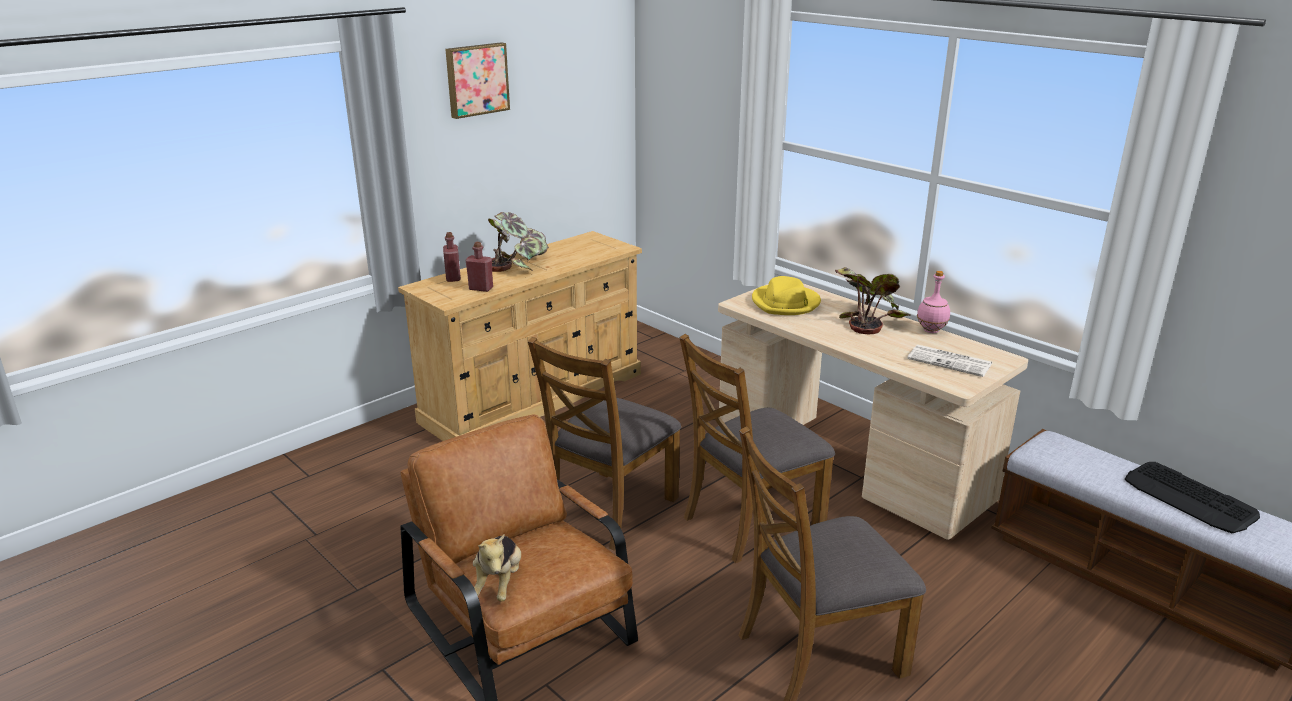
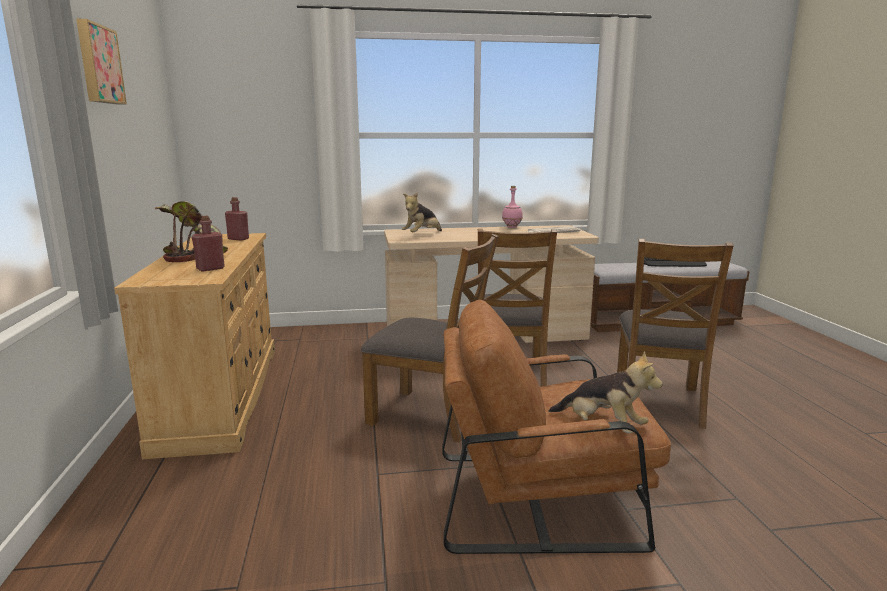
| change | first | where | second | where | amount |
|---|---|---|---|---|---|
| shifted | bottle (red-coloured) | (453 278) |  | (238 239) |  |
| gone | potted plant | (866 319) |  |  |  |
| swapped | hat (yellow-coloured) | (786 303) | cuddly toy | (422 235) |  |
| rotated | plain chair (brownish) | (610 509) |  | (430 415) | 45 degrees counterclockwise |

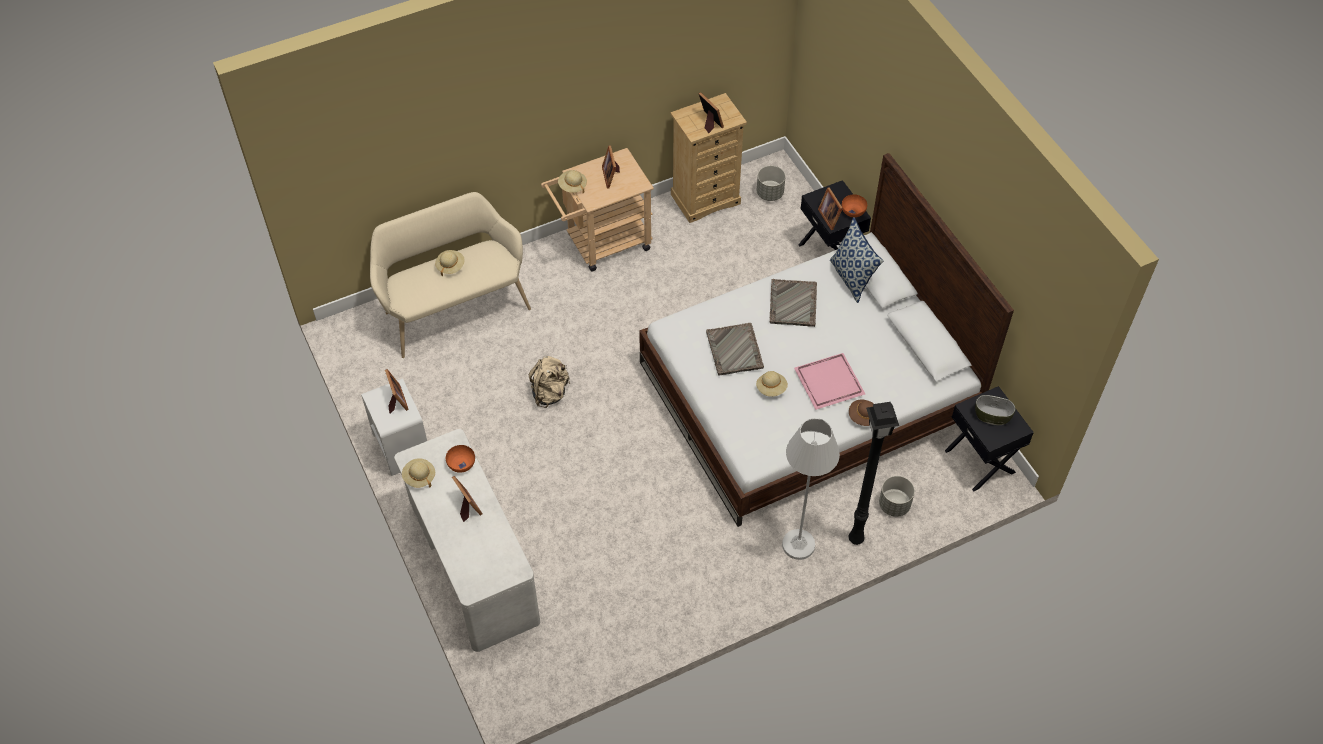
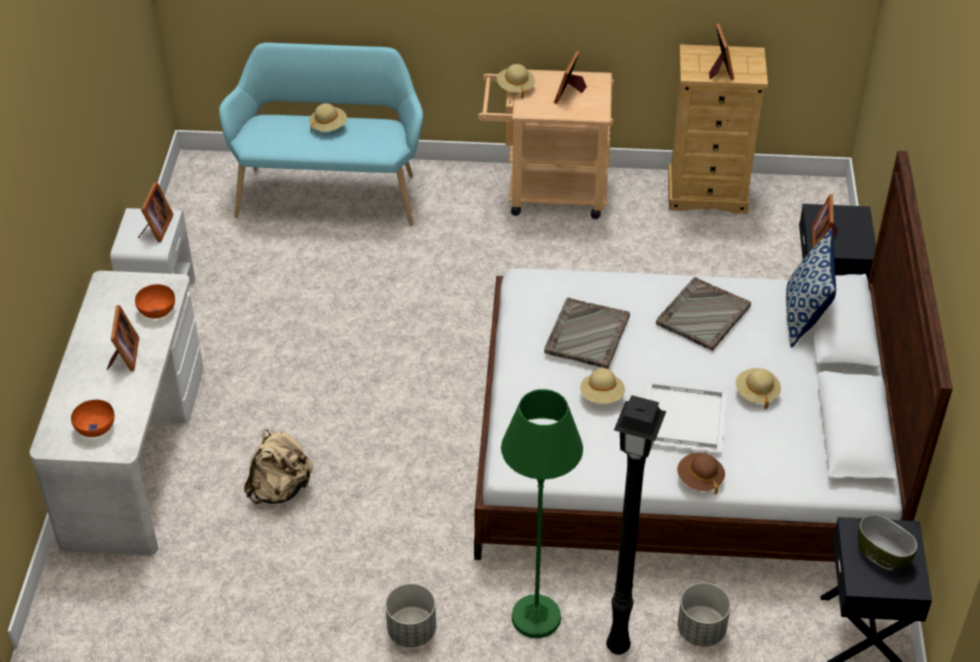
| change | first | where | second | where | amount |
|---|---|---|---|---|---|
| shifted | plant pot (grey) | (770 193) |  | (412 630) |  |
| repainted | indoor bench (beige) | (453 307) | indoor bench (blue-green) | (330 192) |  |
| shifted | bowl (orange) | (853 211) |  | (95 428) |  |
| repainted | tray (pinkish) | (829 381) | tray (white-coloured) | (685 419) |  |
| shifted | knapsack (beige) | (550 393) |  | (280 489) |  |
| repainted | floor lamp (white-coloured) | (798 545) | floor lamp (greenish) | (536 617) |  |
| shifted | hat (beige) | (419 477) |  | (756 393) |  |

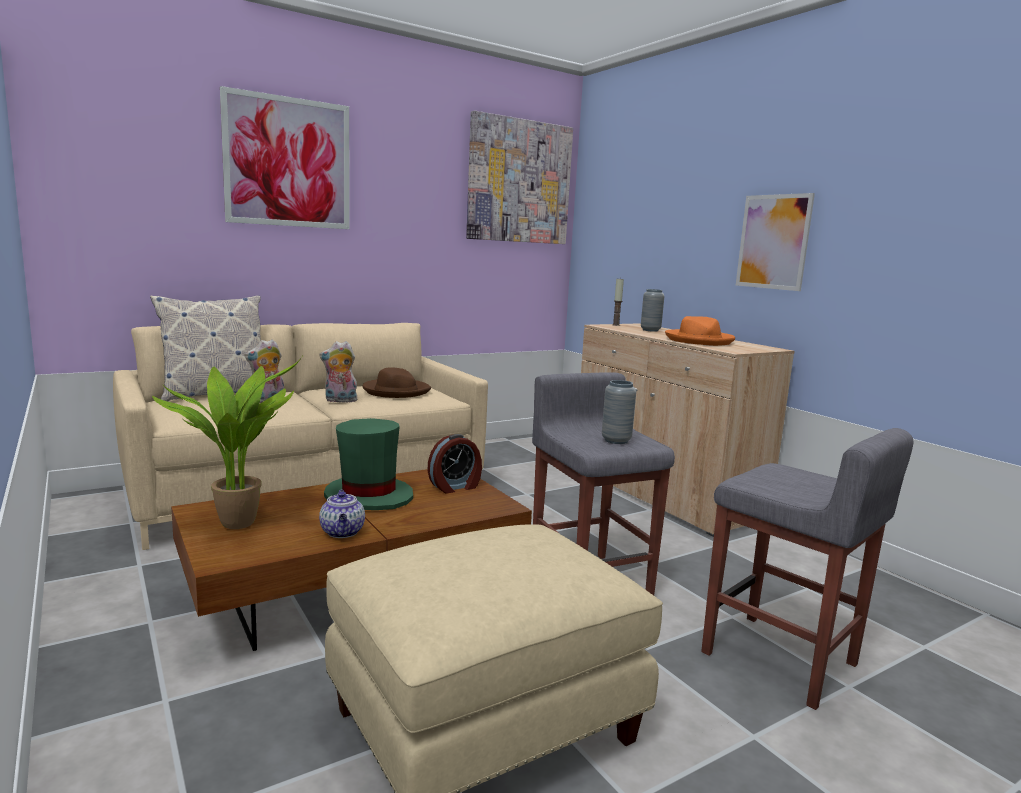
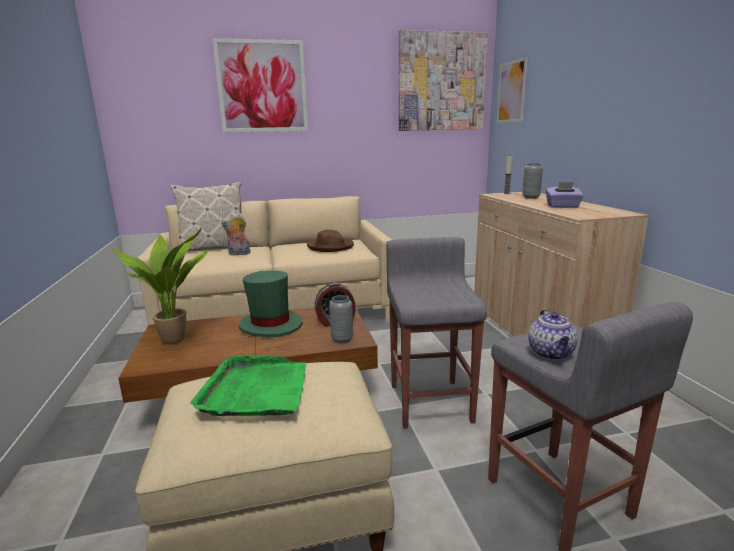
| change | first | where | second | where | amount |
|---|---|---|---|---|---|
| shifted | wall art | (773 242) |  | (511 92) |  |
| swapped | hat (orange) | (699 340) | tissue holder (purplish) | (562 206) |  |
| gone | cuddly toy | (340 401) |  |  |  |
| shifted | vase (grey) | (616 440) |  | (342 339) |  |
| shifted | pot for tea | (343 532) |  | (551 353) |  |
| new |  |  | tray (greenish) | (256 390) |  |

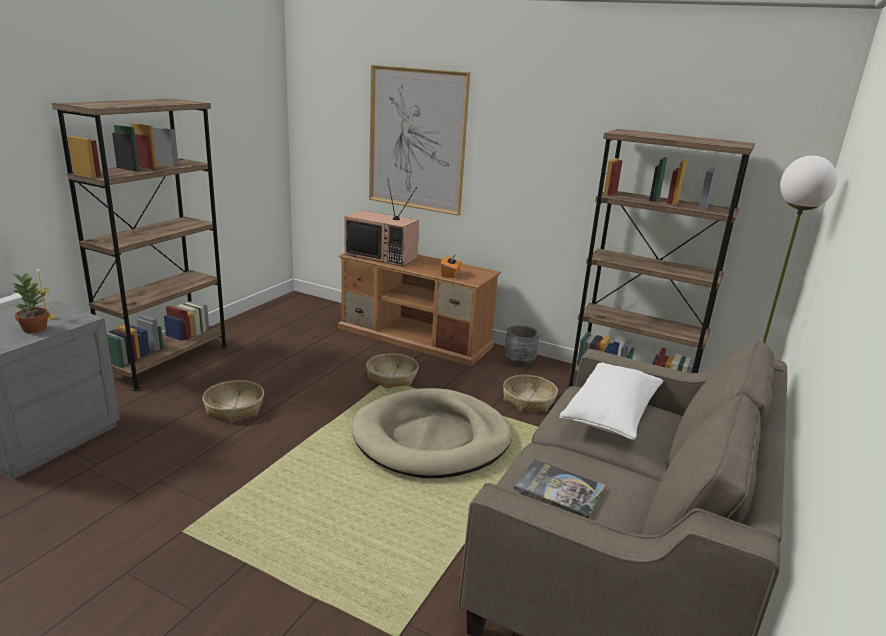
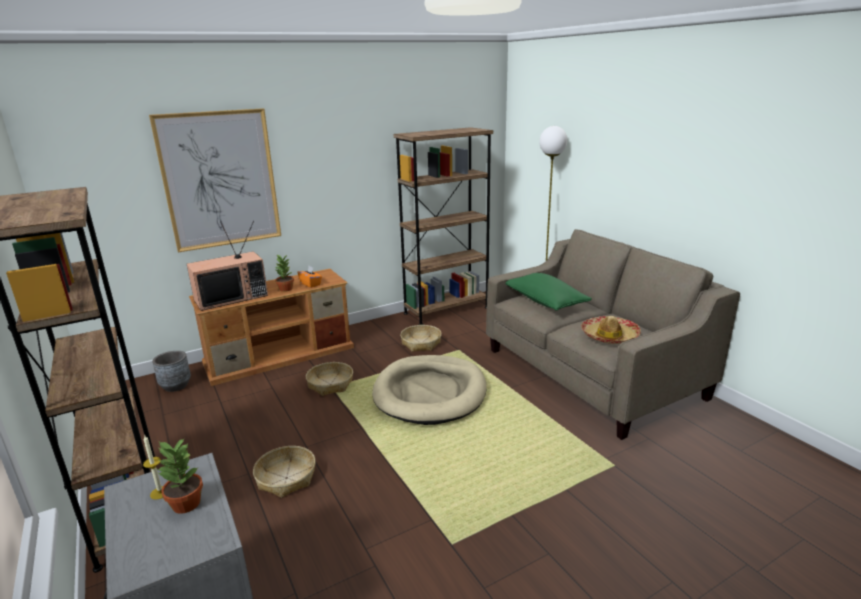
| change | first | where | second | where | amount |
|---|---|---|---|---|---|
| shifted | plant pot (grey) | (519 362) |  | (176 386) |  |
| repainted | throw pillow (white-coloured) | (611 414) | throw pillow (greenish) | (545 302) |  |
| swapped | bound book | (559 489) | hat | (609 336) |  |
| new |  |  | potted plant | (285 289) |  |

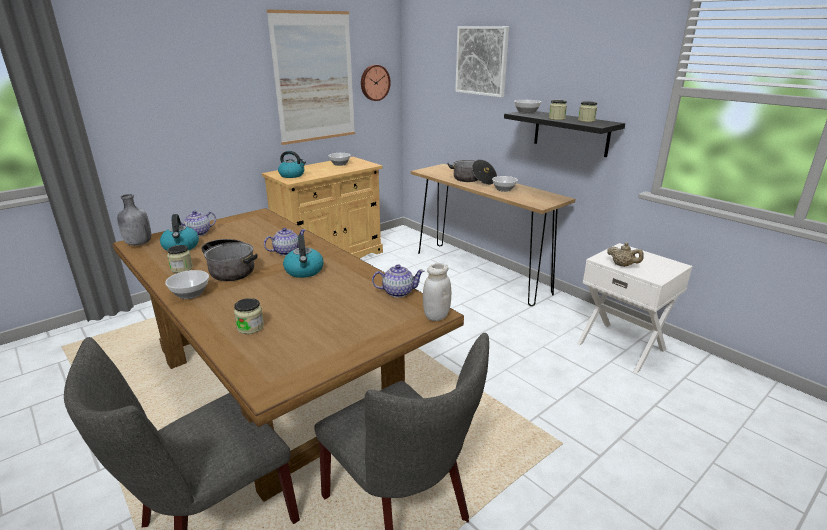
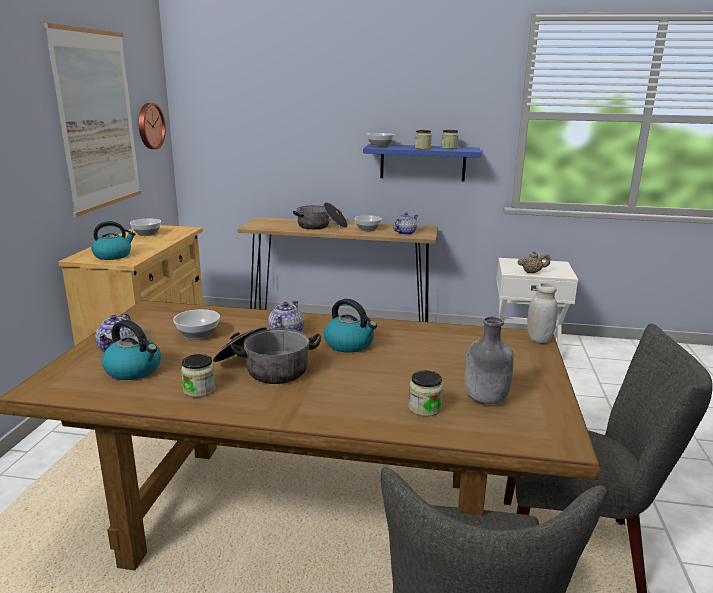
| change | first | where | second | where | amount |
|---|---|---|---|---|---|
| gone | wall art | (482 61) |  |  |  |
| repainted | bracket shelf (black) | (571 133) | bracket shelf (blue-coloured) | (422 162) |  |
| shifted | bottle (grey) | (138 244) |  | (485 399) |  |
| shifted | pot for tea | (398 292) |  | (405 233) |  |
| shifted | bowl | (191 293) |  | (198 334) |  |

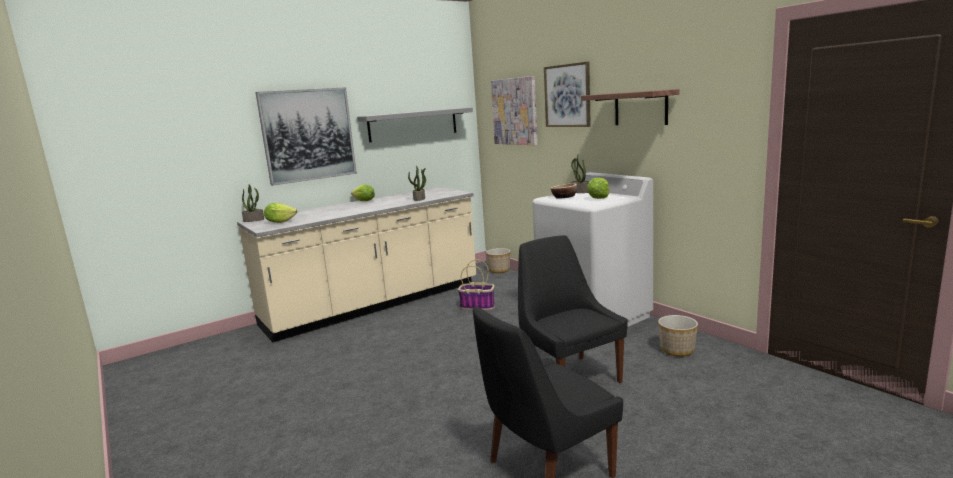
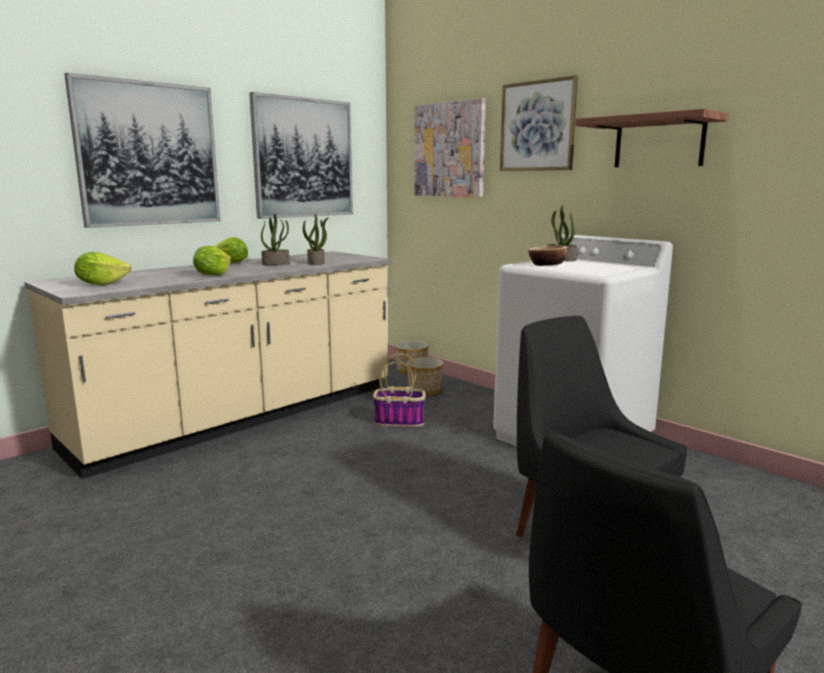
| change | first | where | second | where | amount |
|---|---|---|---|---|---|
| swapped | bracket shelf (grey) | (413 124) | wall art | (303 158) |  |
| shifted | lettuce head | (599 198) |  | (212 275) |  |
| shifted | potted plant | (254 220) |  | (276 264) |  |
| shifted | plant pot | (677 350) |  | (425 391) |  |

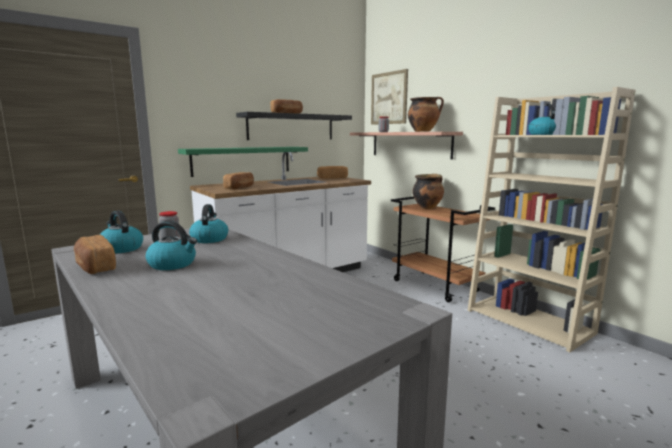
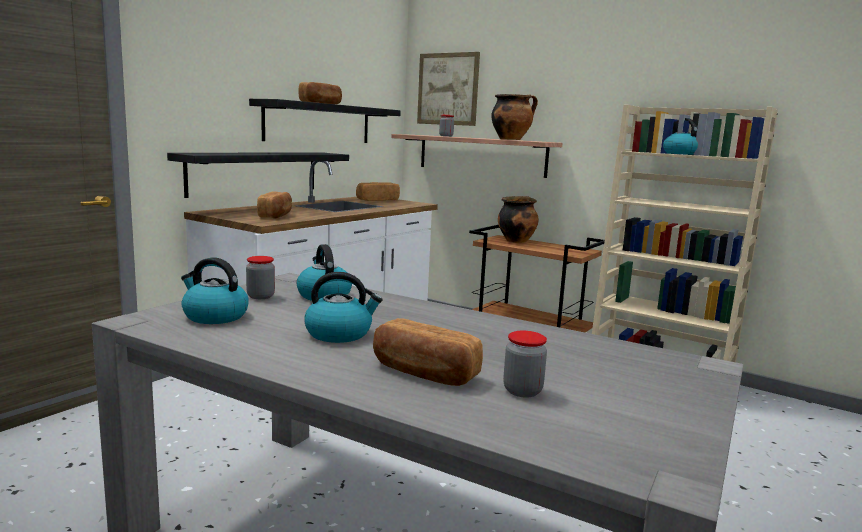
| change | first | where | second | where | amount |
|---|---|---|---|---|---|
| repainted | bracket shelf (greenish) | (242 160) | bracket shelf (black) | (255 172) |  |
| shifted | bread | (95 266) |  | (423 372) |  |
| new |  |  | storage jar | (522 391) |  |

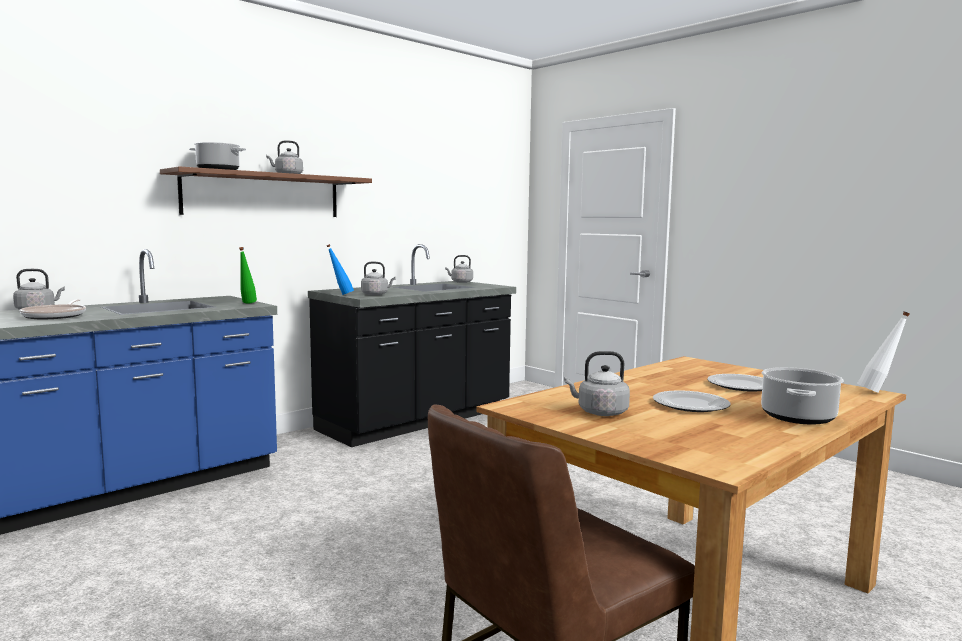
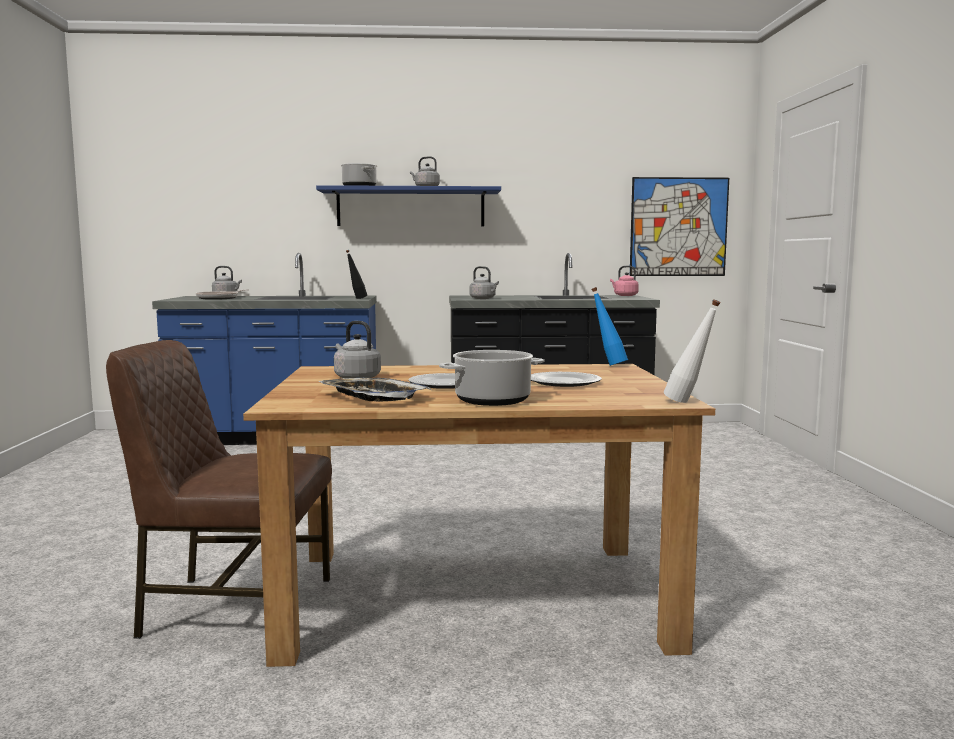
| change | first | where | second | where | amount |
|---|---|---|---|---|---|
| repainted | bracket shelf (brownish) | (263 195) | bracket shelf (blue-coloured) | (410 208) |  |
| shifted | bottle (blue-coloured) | (340 294) |  | (608 365) |  |
| repainted | bottle (greenish) | (247 303) | bottle (black) | (356 298) |  |
| repainted | tea kettle (grey) | (460 282) | tea kettle (pinkish) | (624 295) |  |
| new |  |  | wall art | (678 227) |  |
| new |  |  | tray | (373 397) |  |

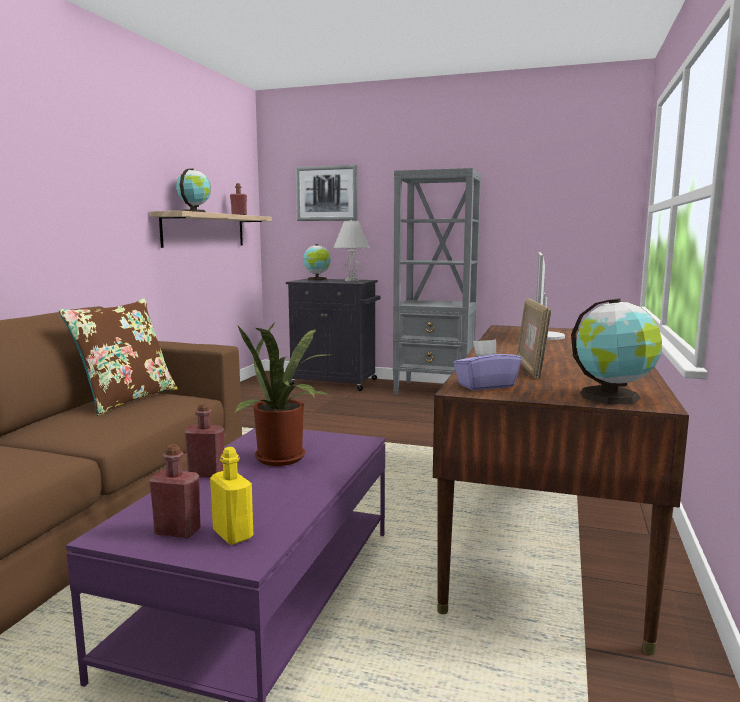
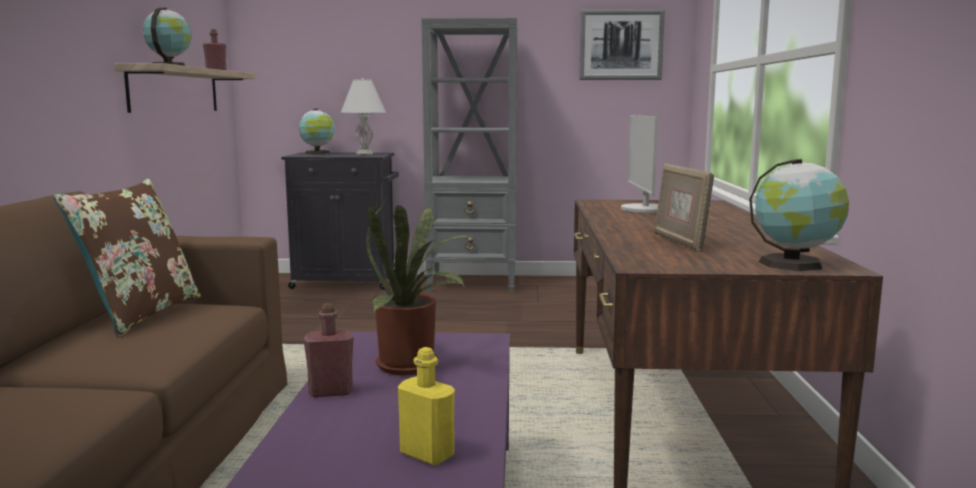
| change | first | where | second | where | amount |
|---|---|---|---|---|---|
| shifted | wall art | (326 193) |  | (621 45) |  |
| gone | tissue holder (purplish) | (485 386) |  |  |  |
| gone | bottle (red-coloured) | (177 531) |  |  |  |

